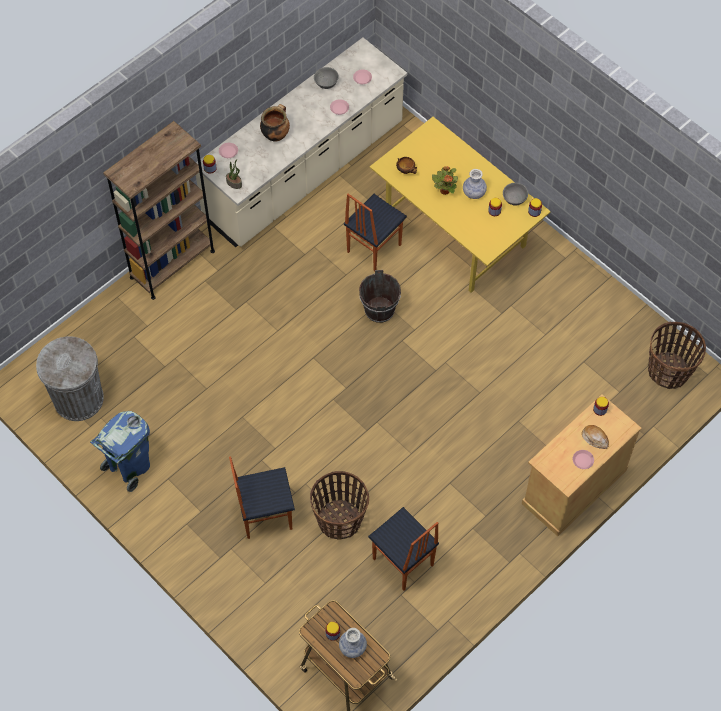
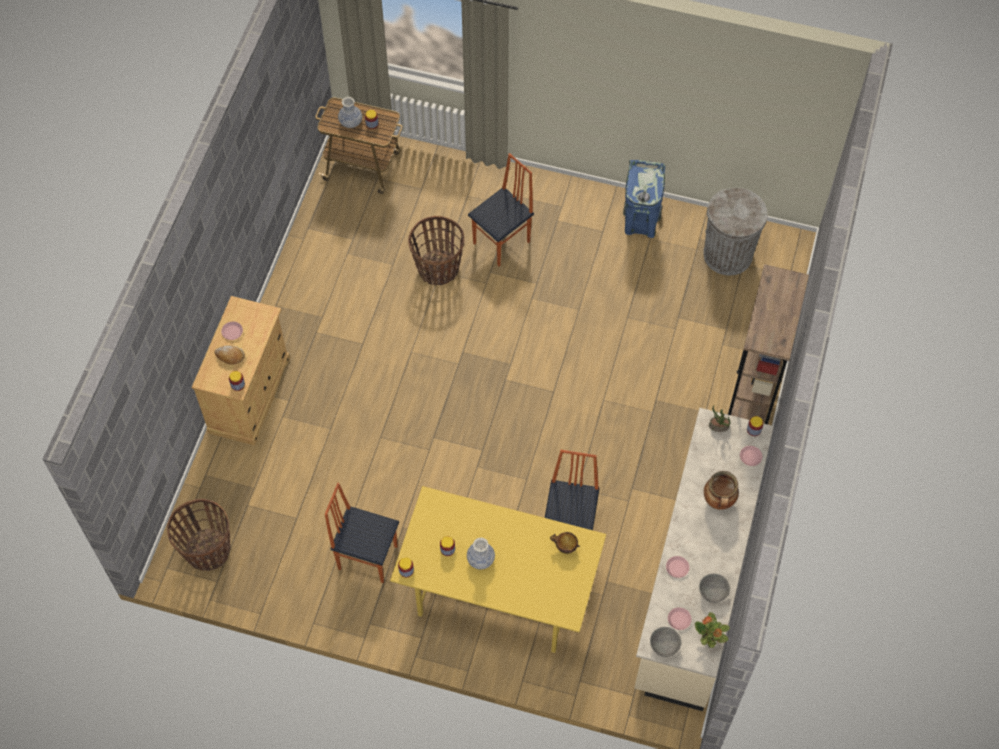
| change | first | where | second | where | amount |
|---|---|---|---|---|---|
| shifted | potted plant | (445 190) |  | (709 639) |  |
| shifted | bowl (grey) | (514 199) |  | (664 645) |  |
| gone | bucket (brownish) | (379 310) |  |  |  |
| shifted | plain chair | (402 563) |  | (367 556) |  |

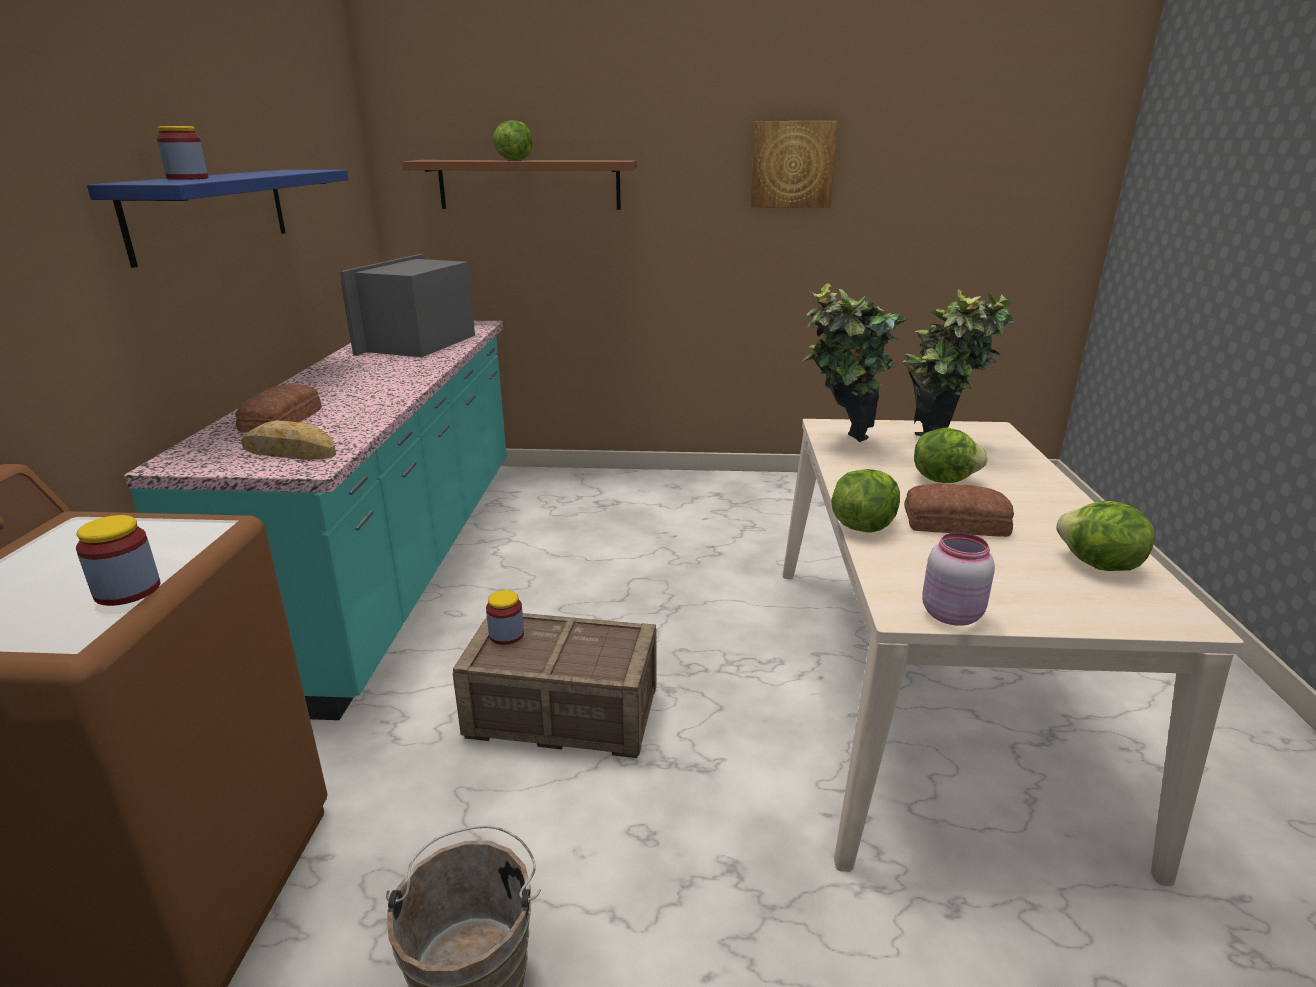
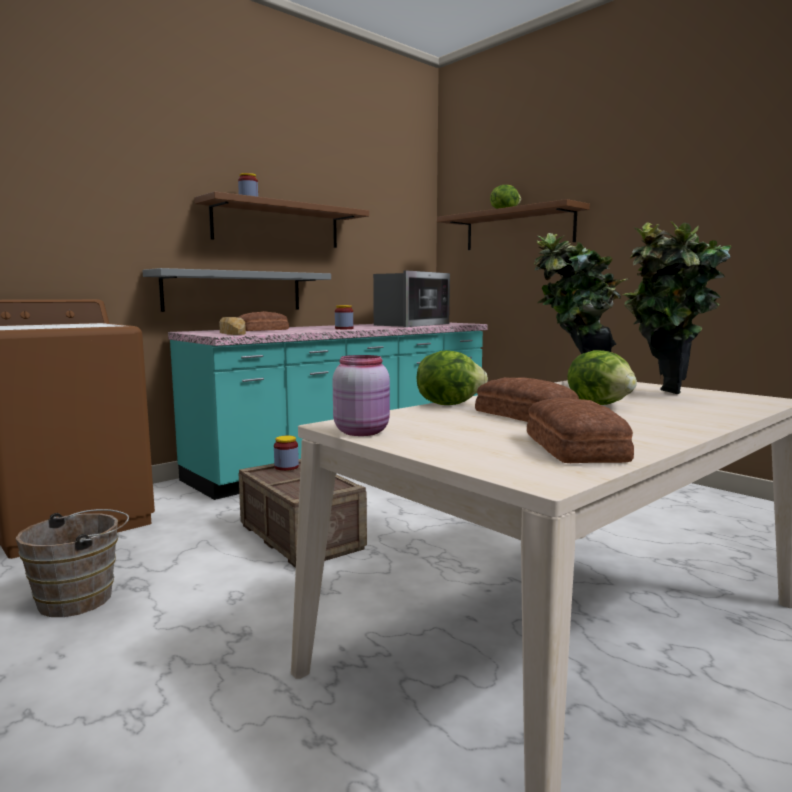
| change | first | where | second | where | amount |
|---|---|---|---|---|---|
| gone | wall art | (792 164) |  |  |  |
| repainted | bracket shelf (blue-coloured) | (211 212) | bracket shelf (brownish) | (277 225) |  |
| rotated | microwave | (420 343) |  | (410 324) | 150 degrees clockwise |
| swapped | lettuce head | (1098 565) | bread | (573 448) |  |
| shifted | storage jar | (127 590) |  | (344 328) |  |
| new |  |  | bracket shelf (grey) | (234 291) |  |

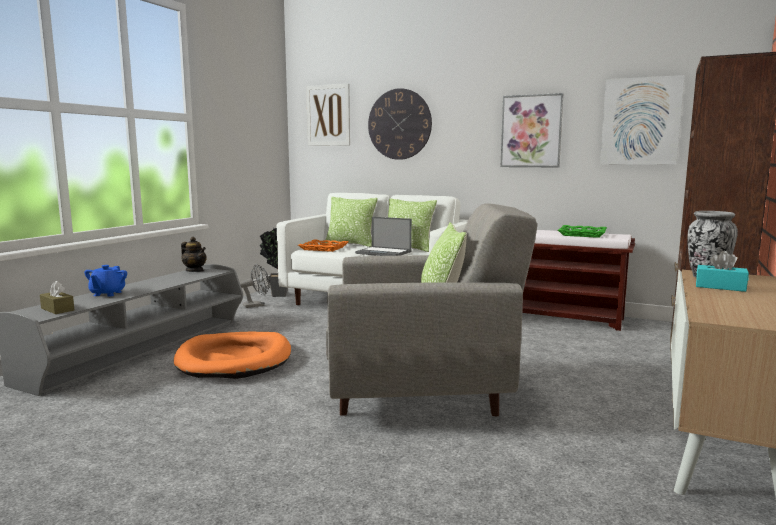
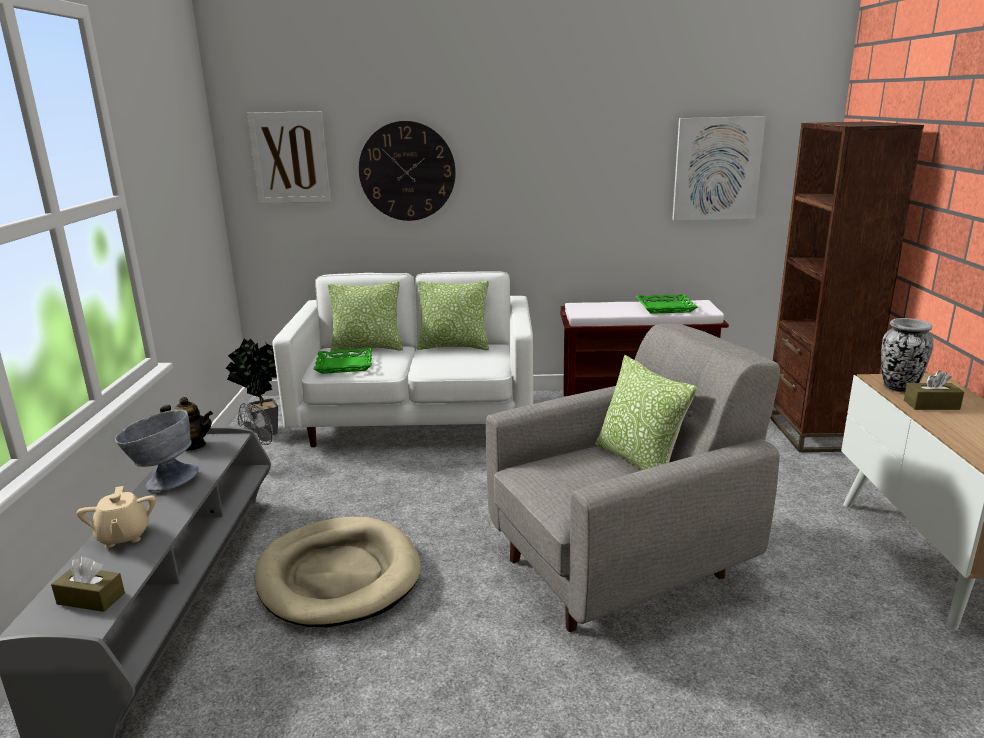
| change | first | where | second | where | amount |
|---|---|---|---|---|---|
| gone | wall art | (531 131) |  |  |  |
| gone | portable computer | (384 252) |  |  |  |
| repainted | tray (orange) | (324 248) | tray (greenish) | (344 365) |  |
| repainted | tissue holder (blue-green) | (720 287) | tissue holder (brownish) | (931 405) |  |
| repainted | pot for tea (blue-coloured) | (107 294) | pot for tea (beige) | (123 536) |  |
| repainted | dog bed (orange) | (234 360) | dog bed (beige) | (338 576) |  |
| new |  |  | bowl (grey) | (163 481) |  |

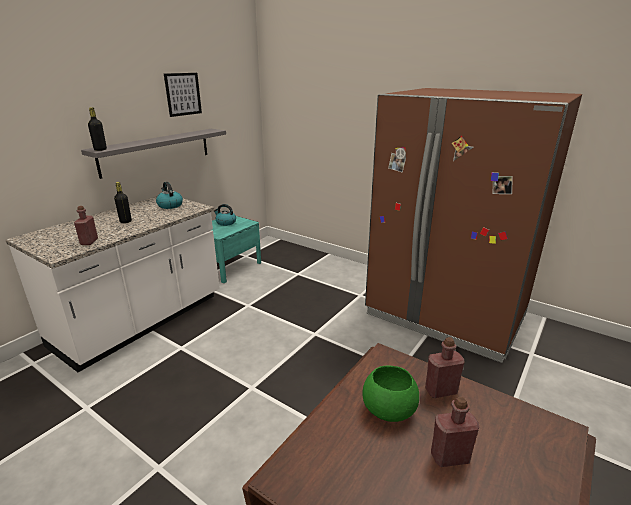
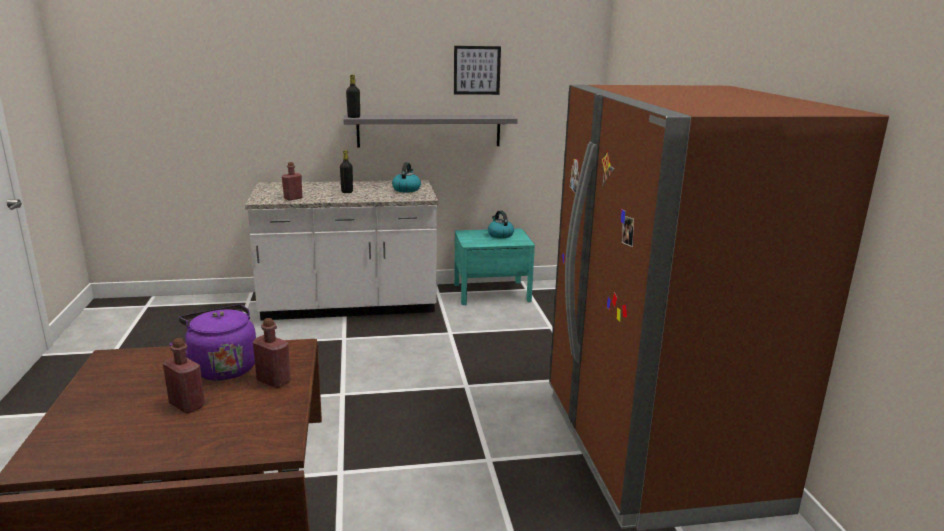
| change | first | where | second | where | amount |
|---|---|---|---|---|---|
| swapped | bowl (greenish) | (388 408) | tea kettle (purplish) | (222 367) |  |

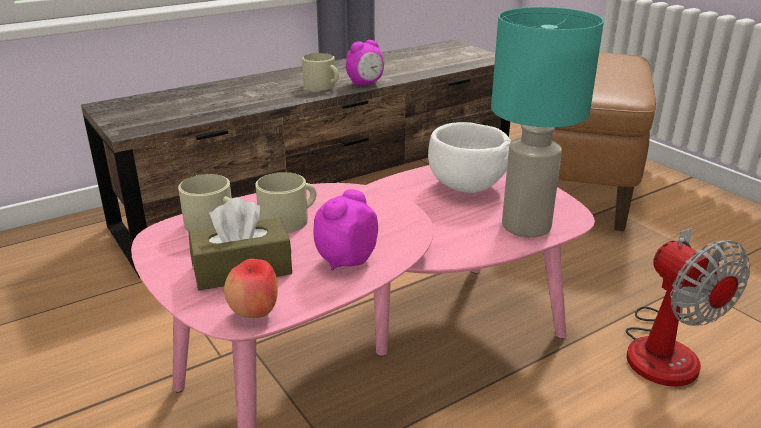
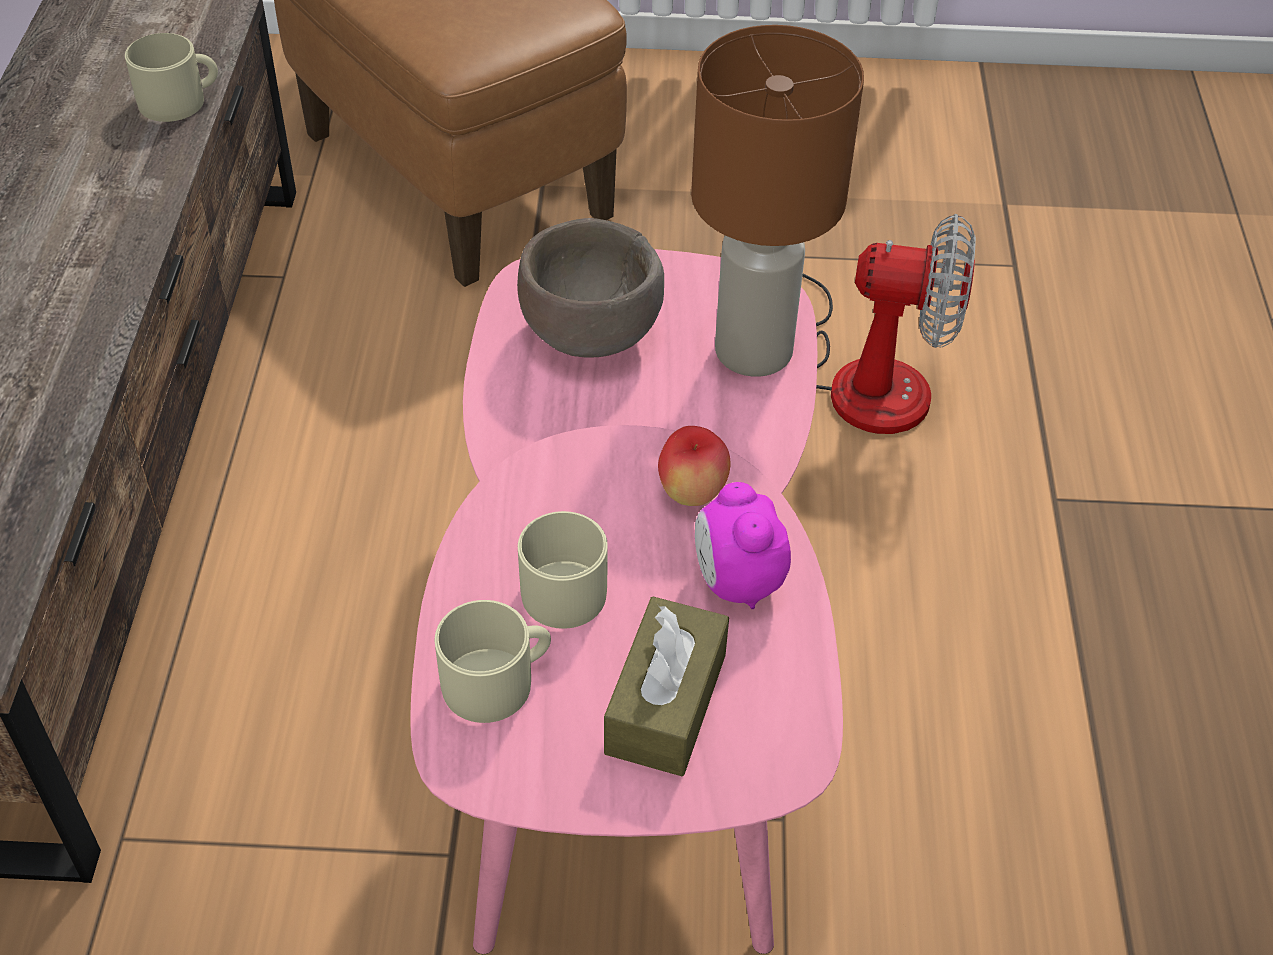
| change | first | where | second | where | amount |
|---|---|---|---|---|---|
| repainted | tabletop lamp (blue-green) | (526 227) | tabletop lamp (brownish) | (755 352) |  |
| gone | alarm clock | (365 84) |  |  |  |
| shifted | mug (beige) | (322 86) |  | (180 100) |  |
| repainted | bowl (white-coloured) | (467 187) | bowl (brownish) | (591 335) |  |
| shifted | whole apple | (255 313) |  | (692 493) |  |

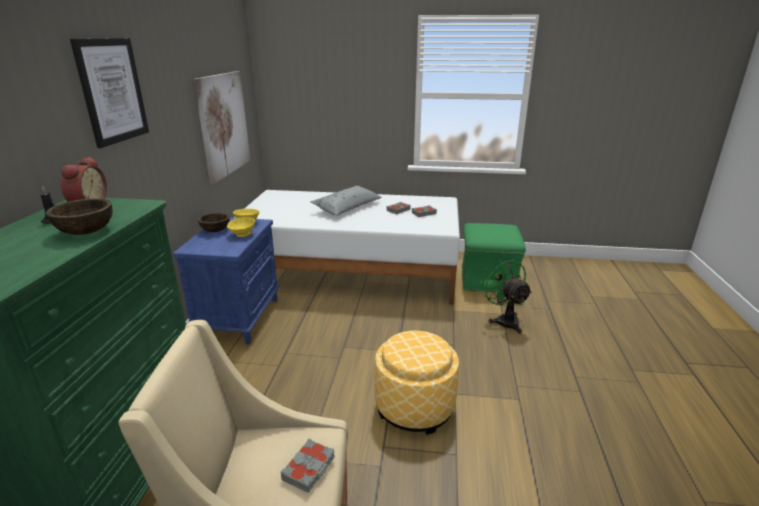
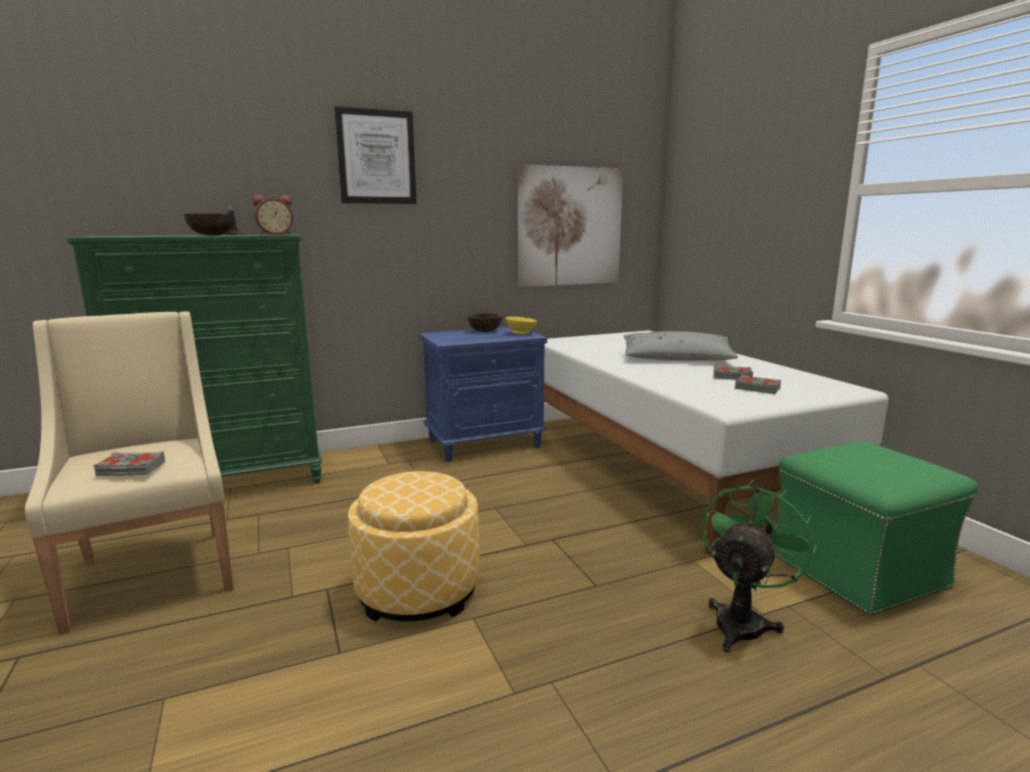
| change | first | where | second | where | amount |
|---|---|---|---|---|---|
| gone | bowl (yellow-coloured) | (242 234) |  |  |  |

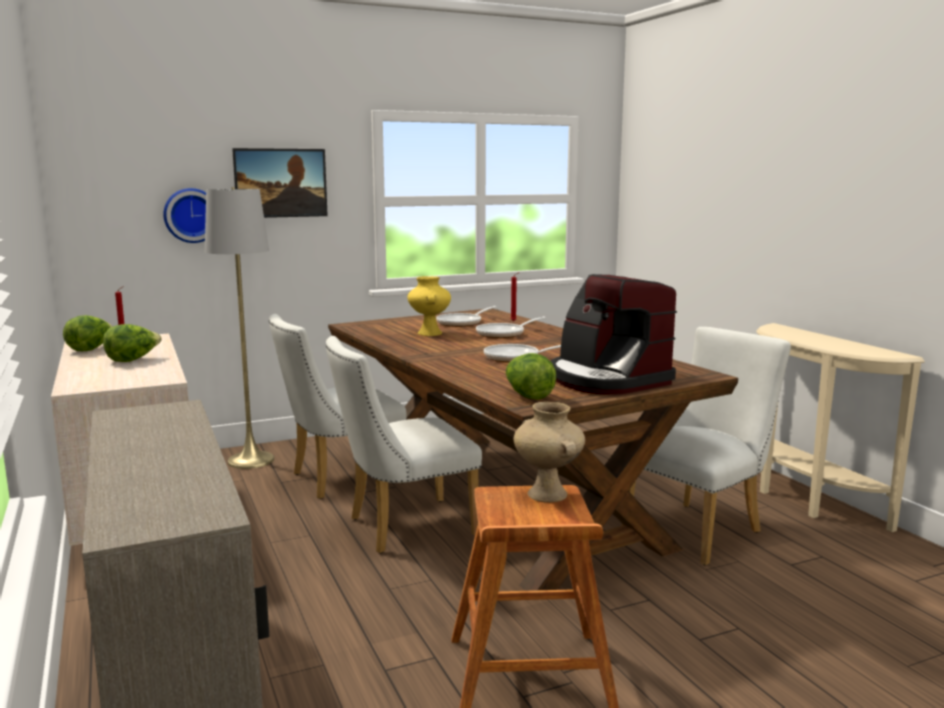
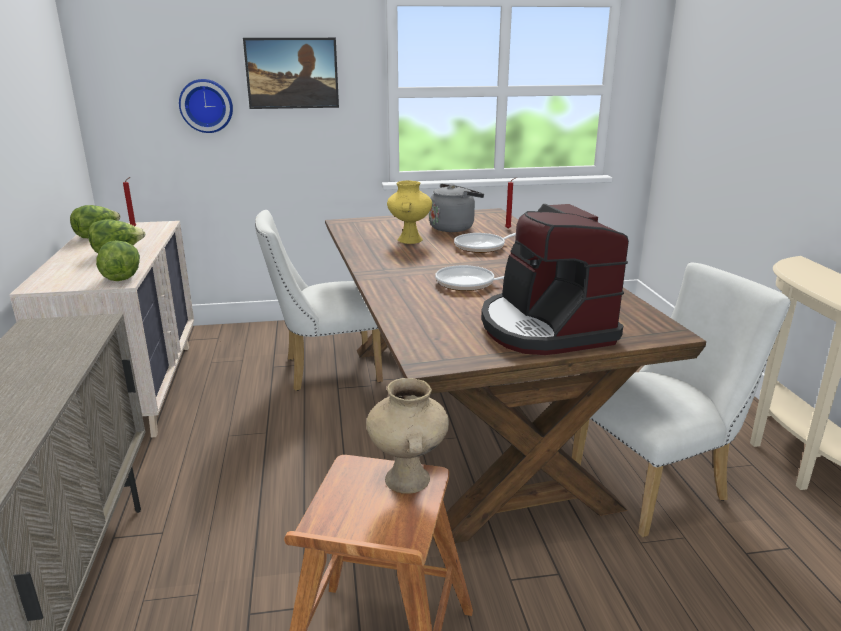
| change | first | where | second | where | amount |
|---|---|---|---|---|---|
| gone | floor lamp (grey) | (251 460) |  |  |  |
| swapped | skillet | (462 323) | tea kettle (grey) | (453 227) |  |
| gone | plain chair (white-coloured) | (403 528) |  |  |  |
| shifted | lettuce head | (528 396) |  | (122 277) |  |

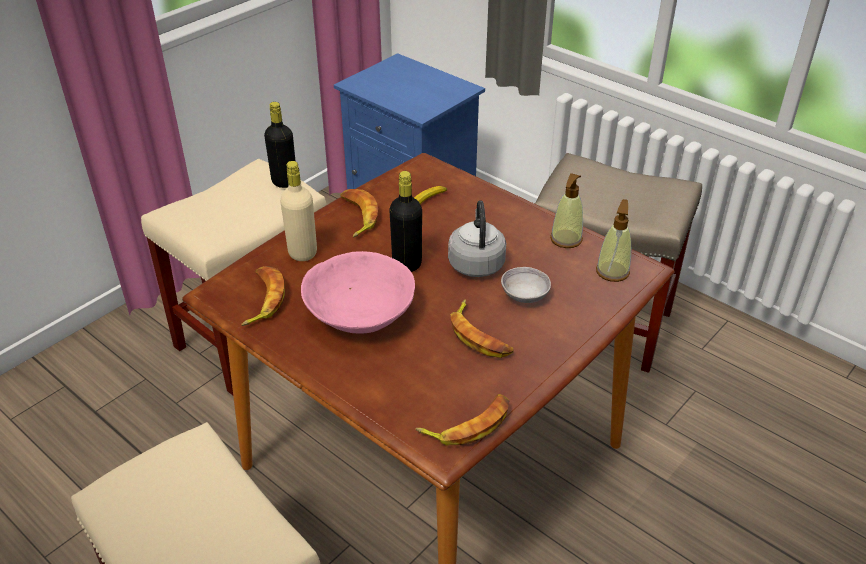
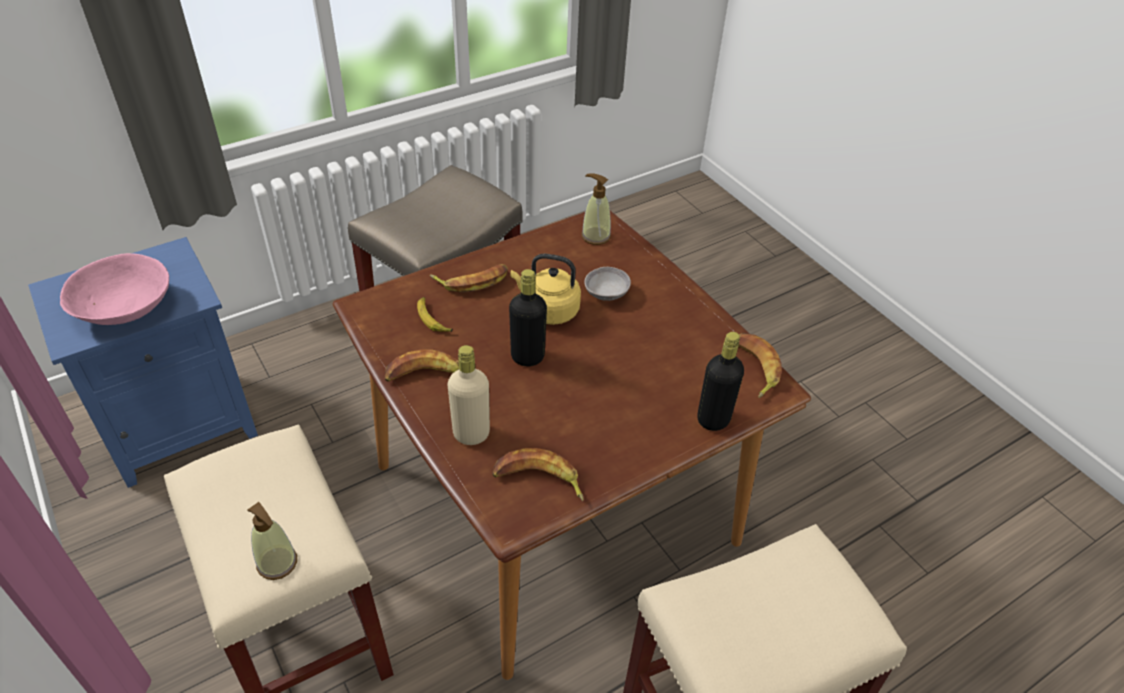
| change | first | where | second | where | amount |
|---|---|---|---|---|---|
| shifted | bottle (black) | (284 182) |  | (713 419) |  |
| shifted | liquid soap bottle | (566 239) |  | (277 563) |  |
| repainted | tea kettle (grey) | (476 263) | tea kettle (yellow-coloured) | (548 310) |  |
| shifted | bowl (pinkish) | (359 314) |  | (124 309) |  |
| shifted | whole banana | (479 335) |  | (472 281) |  |

